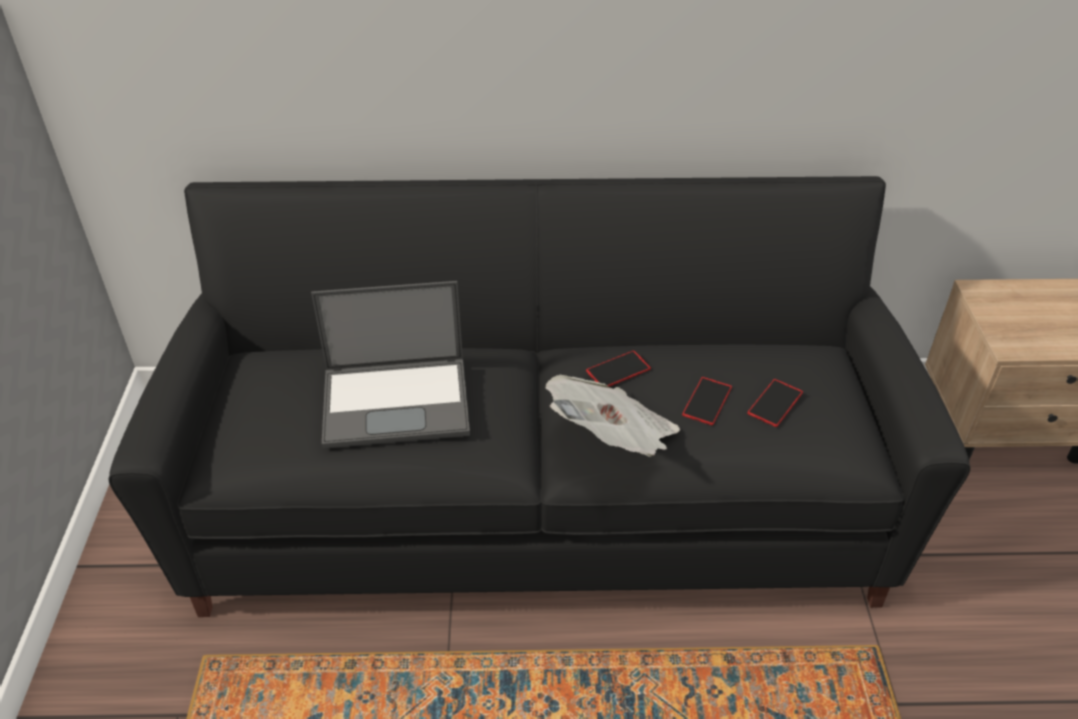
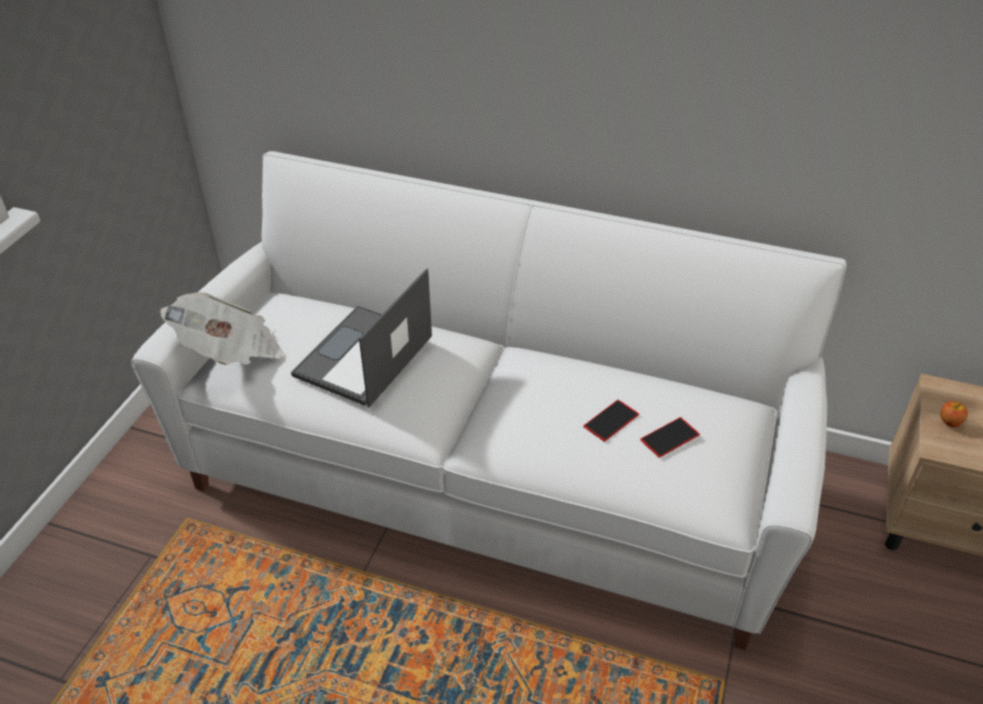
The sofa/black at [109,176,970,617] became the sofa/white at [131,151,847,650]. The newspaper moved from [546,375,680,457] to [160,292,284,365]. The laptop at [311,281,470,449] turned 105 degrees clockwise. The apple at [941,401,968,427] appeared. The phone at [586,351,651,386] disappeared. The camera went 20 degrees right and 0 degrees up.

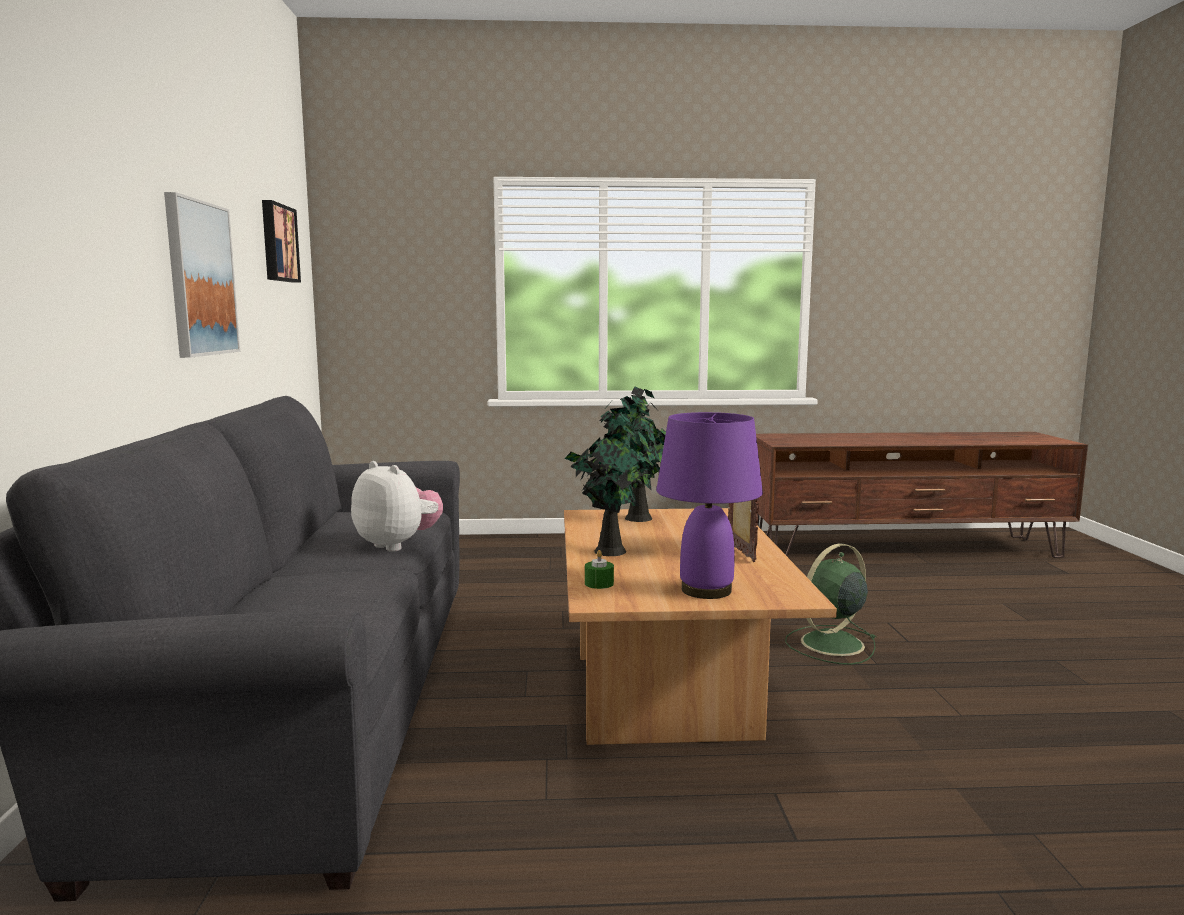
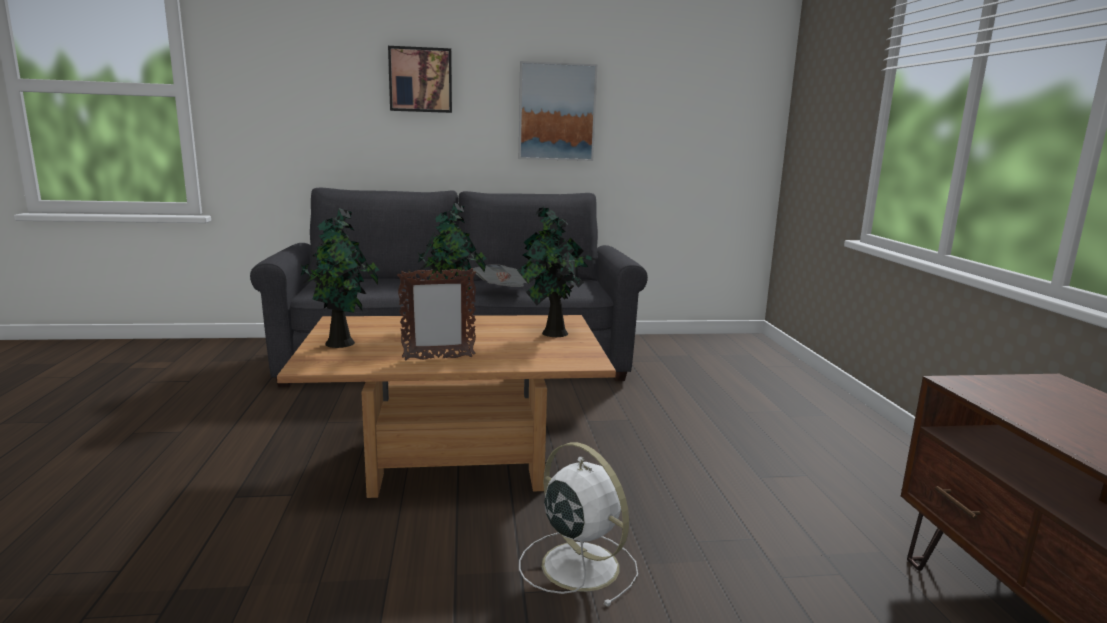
The table lamp/purple at [656,412,763,599] was replaced by the potted plant at [300,208,379,348]. The picture moved from [262,200,301,282] to [388,46,452,113]. The plush toy at [351,461,443,552] was replaced by the newspaper at [473,264,527,287]. The fan/green at [785,543,876,665] became the fan/white at [519,442,638,607]. The candle/green at [585,550,614,589] disappeared. The camera went 85 degrees right and 5 degrees up.

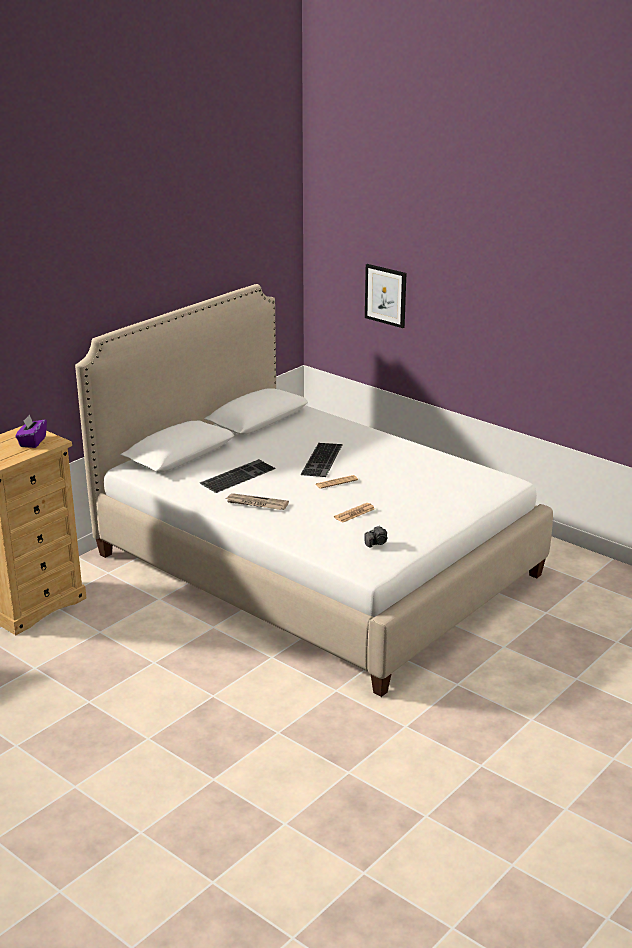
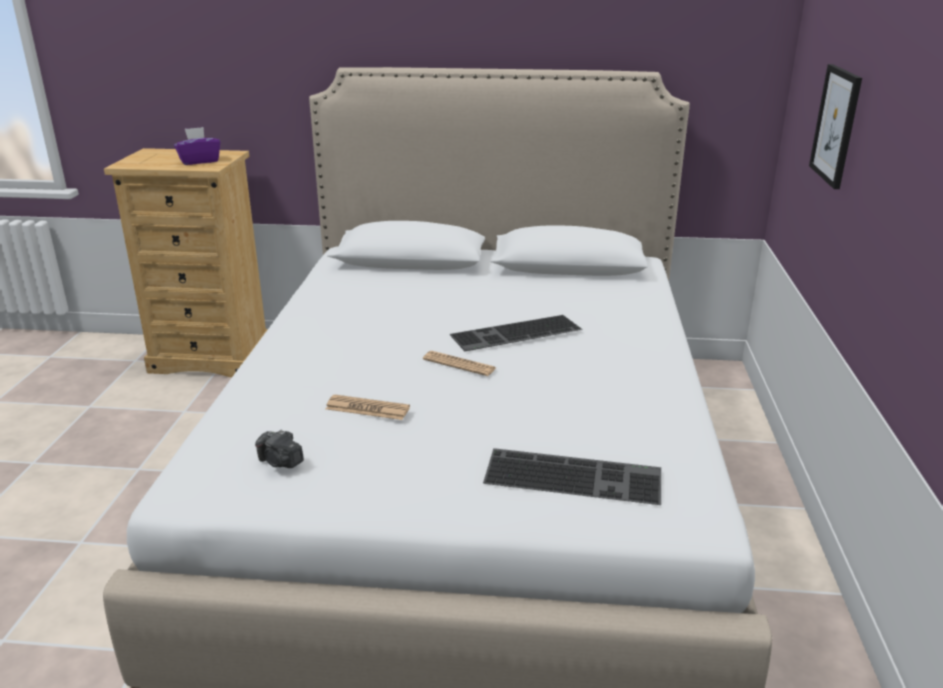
The keyboard moved from [200,459,276,493] to [483,448,661,505]. The newspaper at [226,493,289,510] disappeared. The camera went 55 degrees right and 0 degrees up.

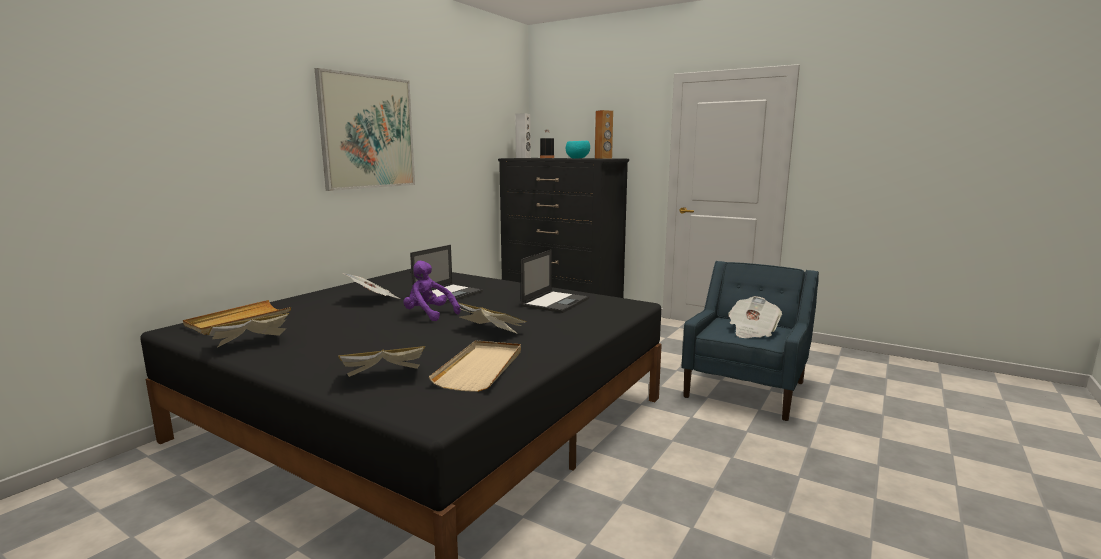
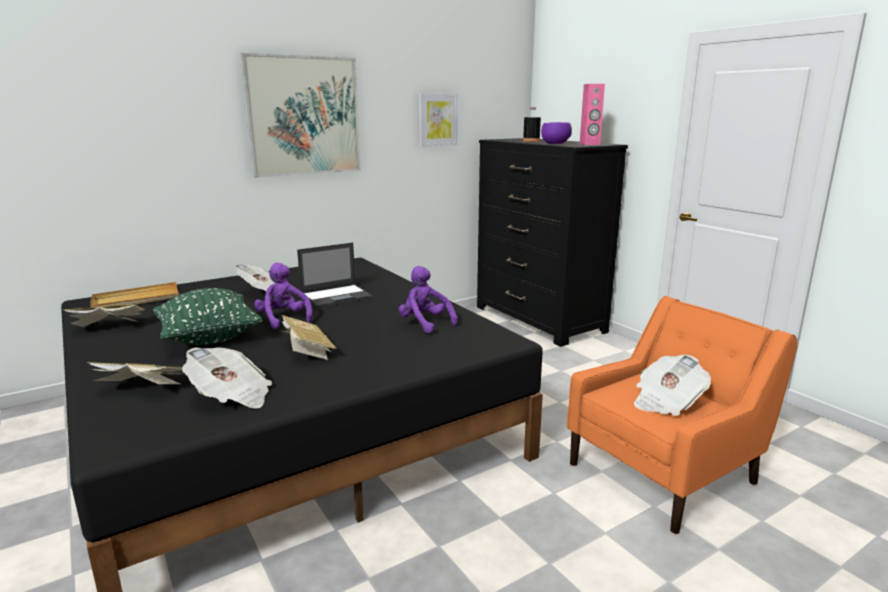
The pillow/green at [153,288,262,345] appeared. The tray/beige at [429,340,521,392] was replaced by the newspaper at [182,347,272,409]. The laptop at [521,250,589,313] was replaced by the plush toy/purple at [399,266,458,333]. The picture at [419,94,458,147] appeared. The bowl/turquoise at [566,141,590,159] became the bowl/purple at [541,122,572,144]. The armchair/blue at [681,261,819,421] became the armchair/orange at [567,296,798,534]. The speaker/brown at [595,110,613,159] became the speaker/pink at [580,84,605,145]. The speaker/white at [515,113,531,158] disappeared. The camera went 25 degrees right and 5 degrees up.

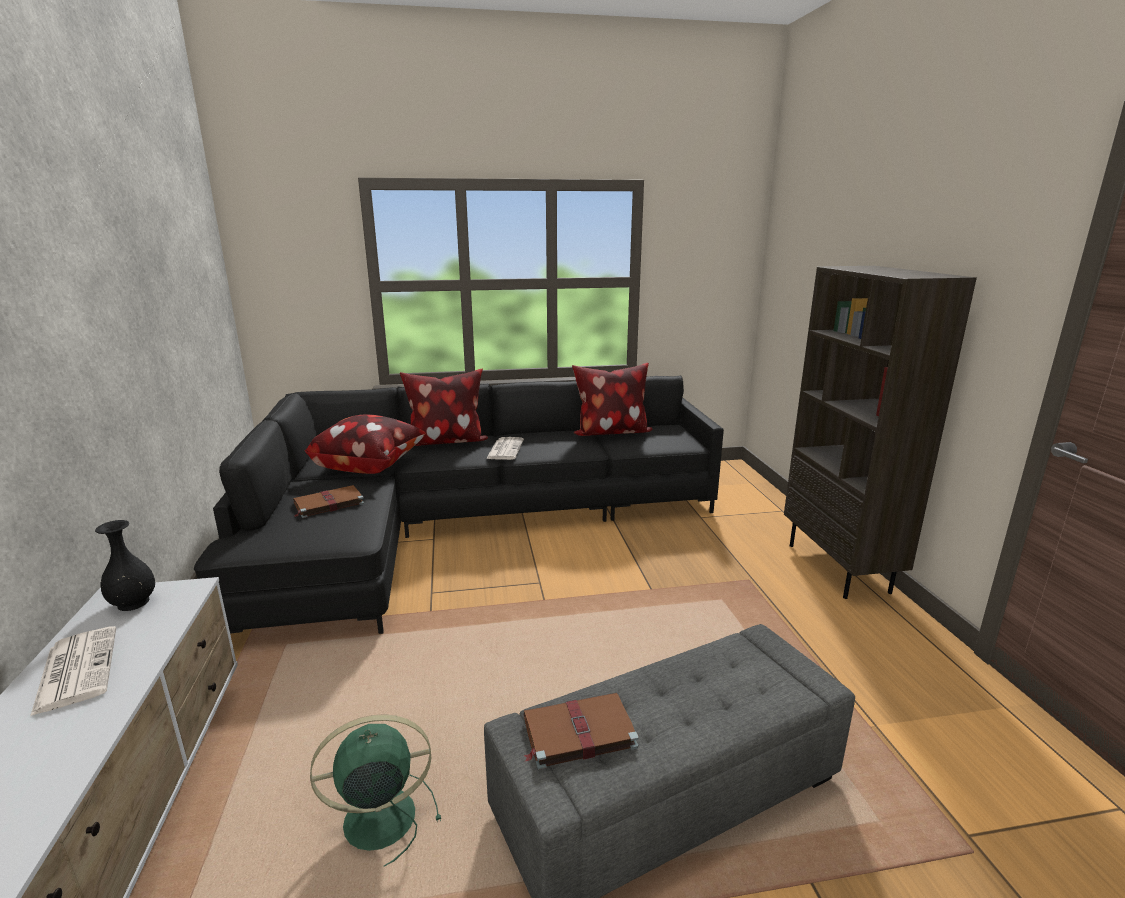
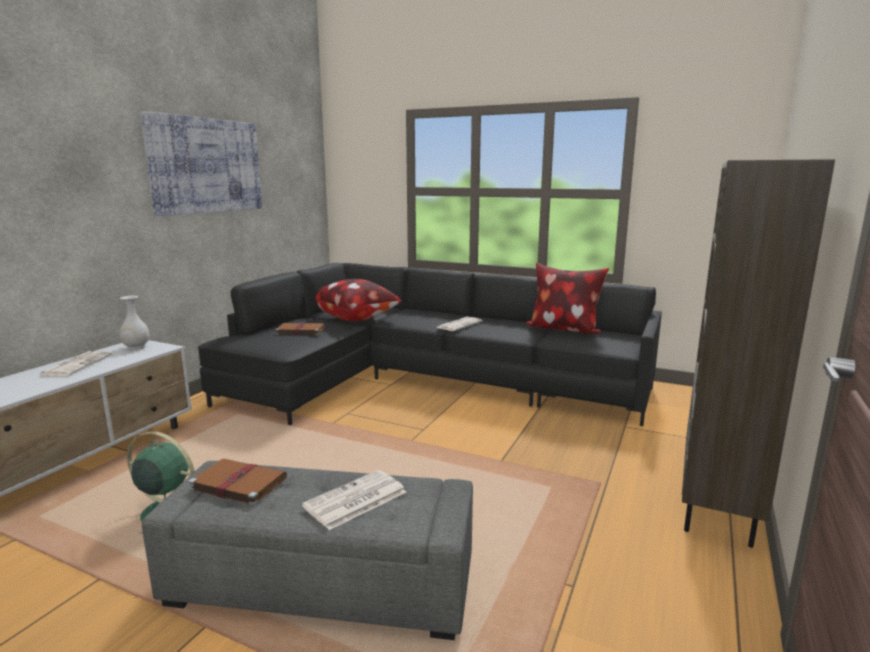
The vase/black at [95,520,155,611] became the vase/white at [119,296,150,350]. The picture at [140,111,262,216] appeared. The newspaper at [302,470,406,530] appeared. The pillow at [400,369,488,446] disappeared. The camera went 35 degrees right and 5 degrees down.

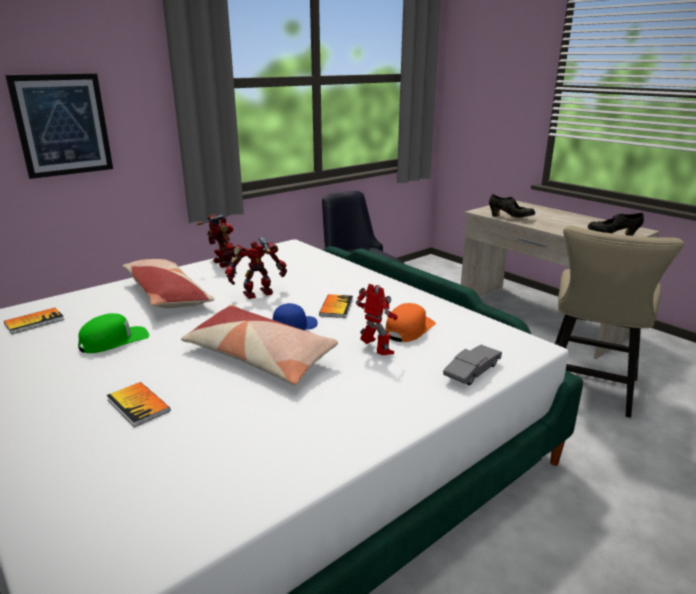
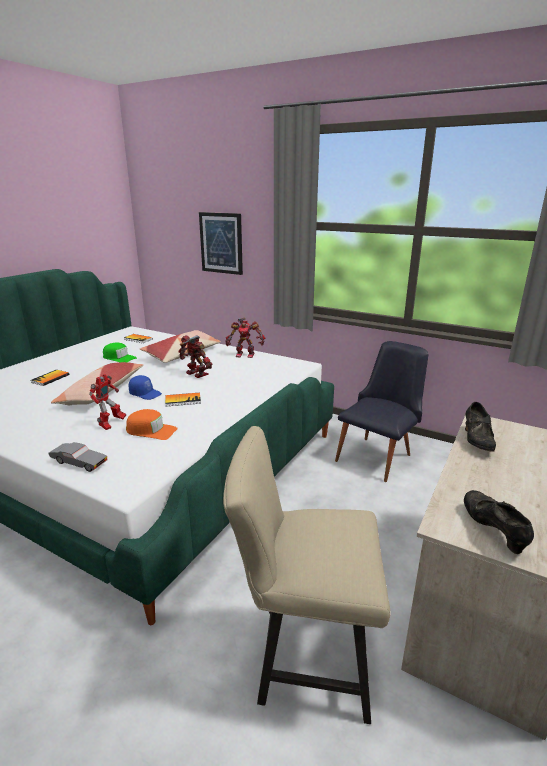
The toy robot at [197,214,238,268] turned 60 degrees clockwise. The camera went 70 degrees right and 0 degrees up.

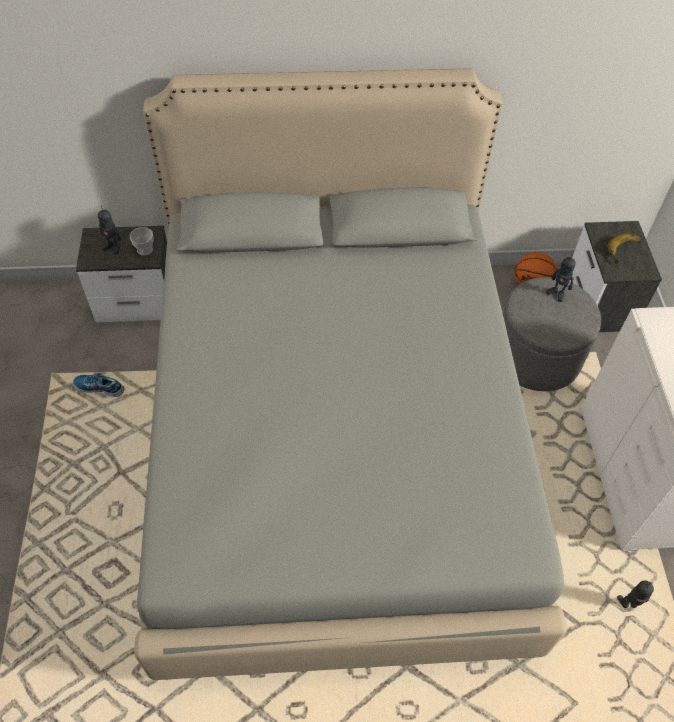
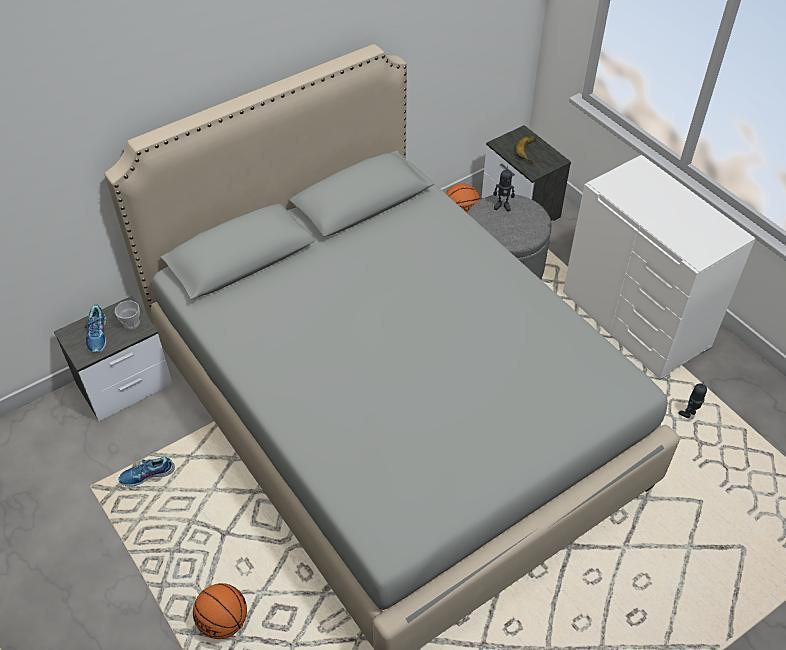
The toy robot at [98,206,121,255] was replaced by the shoe at [85,304,107,353]. The basketball at [193,583,247,639] appeared. The camera went 30 degrees left and 5 degrees down.

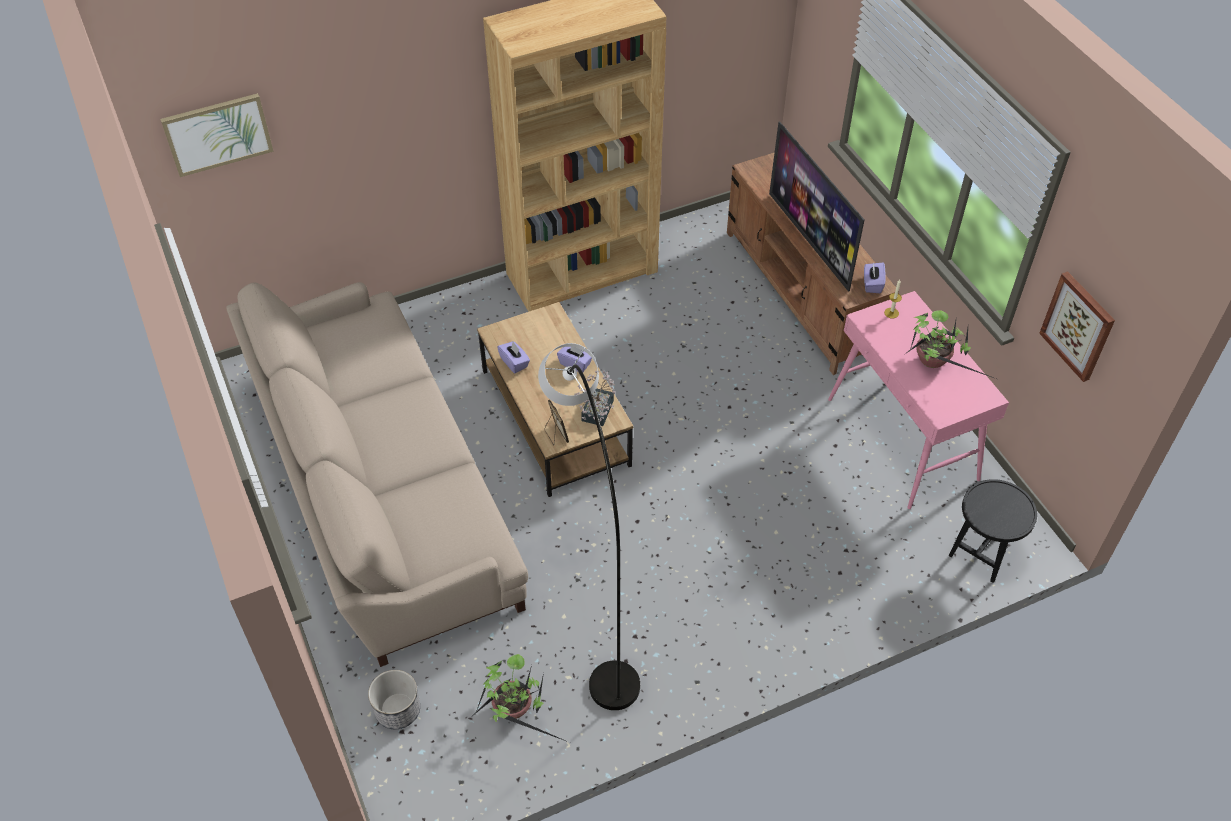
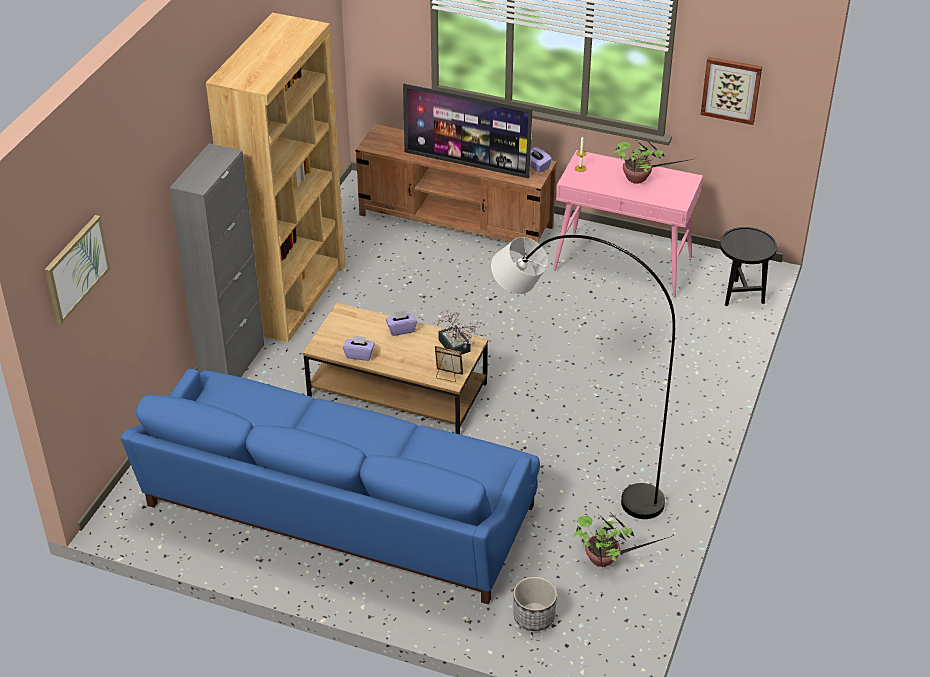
The sofa/beige at [226,282,528,667] became the sofa/blue at [121,369,540,604]. The cabinet/grey at [170,143,264,377] appeared. The camera went 45 degrees left and 10 degrees down.

